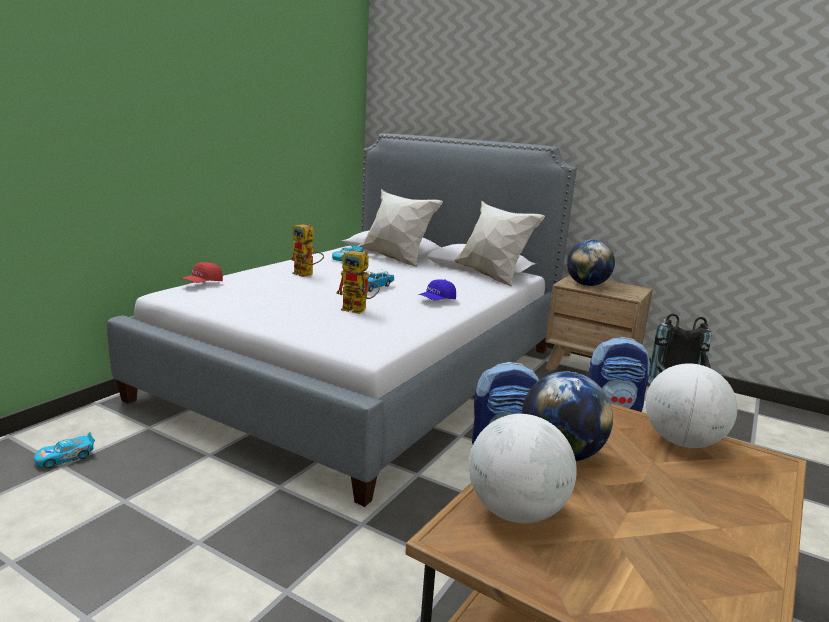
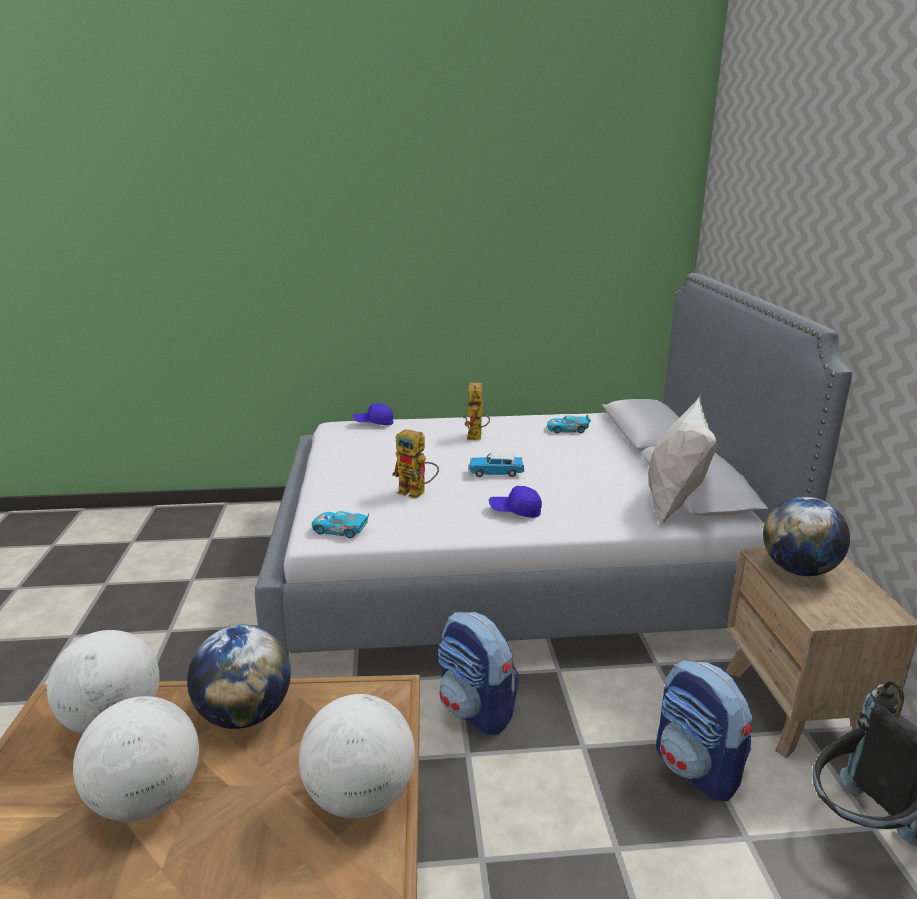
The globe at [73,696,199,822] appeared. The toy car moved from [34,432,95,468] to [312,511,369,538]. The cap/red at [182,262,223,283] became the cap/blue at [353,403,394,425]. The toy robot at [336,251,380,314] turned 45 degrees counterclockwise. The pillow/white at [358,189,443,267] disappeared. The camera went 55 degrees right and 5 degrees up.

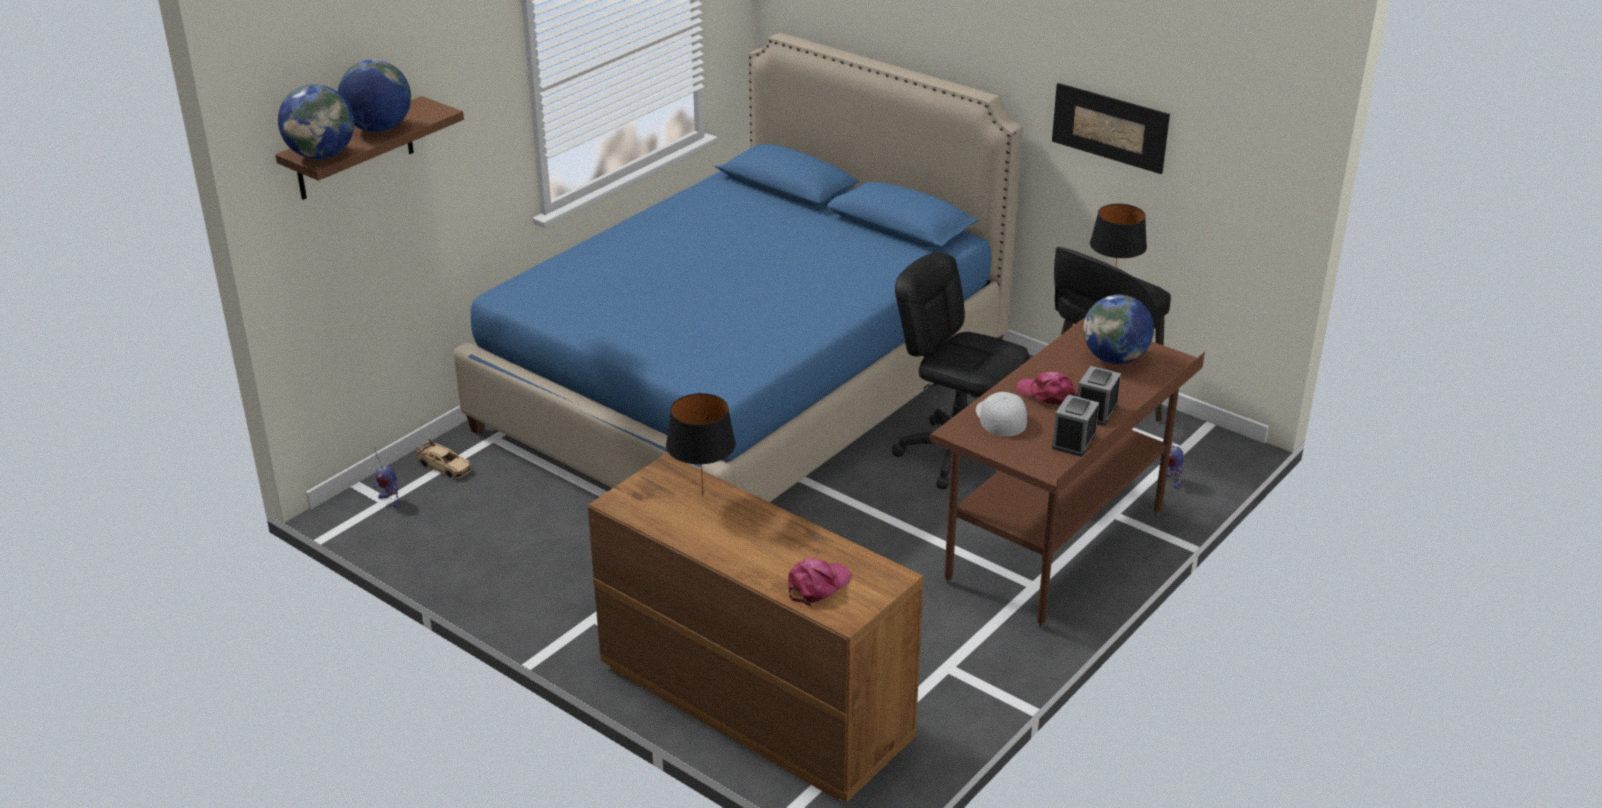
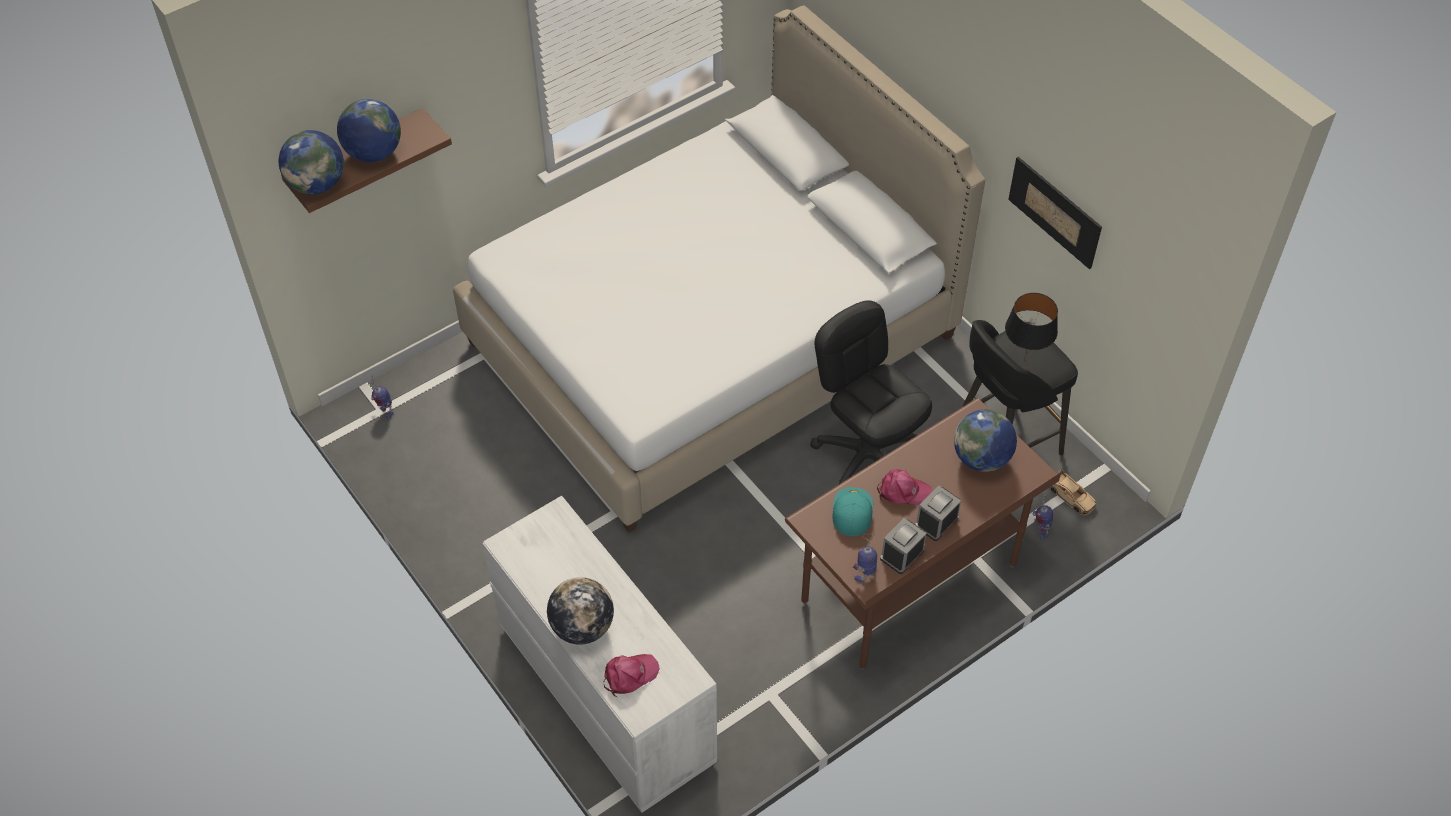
The bed/blue at [453,33,1023,502] became the bed/white at [453,5,985,532]. The dresser/brown at [588,453,923,802] became the dresser/white at [482,496,717,813]. The globe at [547,577,614,645] appeared. The cap/white at [976,392,1027,436] became the cap/turquoise at [832,487,873,536]. The toy robot at [853,533,877,583] appeared. The cap/pink at [1016,372,1078,405] turned 135 degrees clockwise. The toy car/beige moved from [416,439,472,478] to [1049,468,1096,516]. The table lamp/black at [666,393,736,496] disappeared. The camera went 15 degrees right and 20 degrees up.

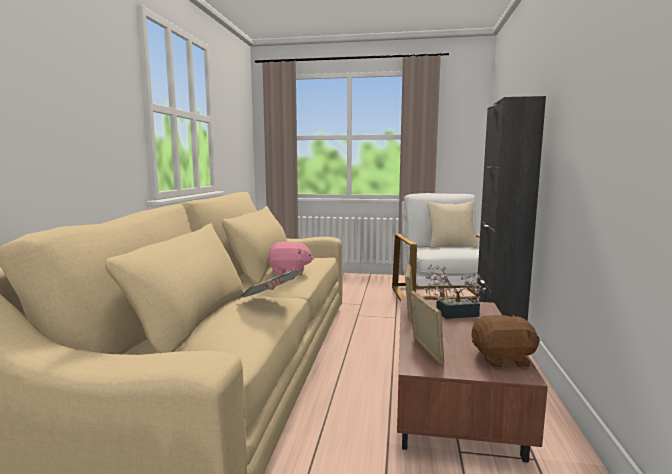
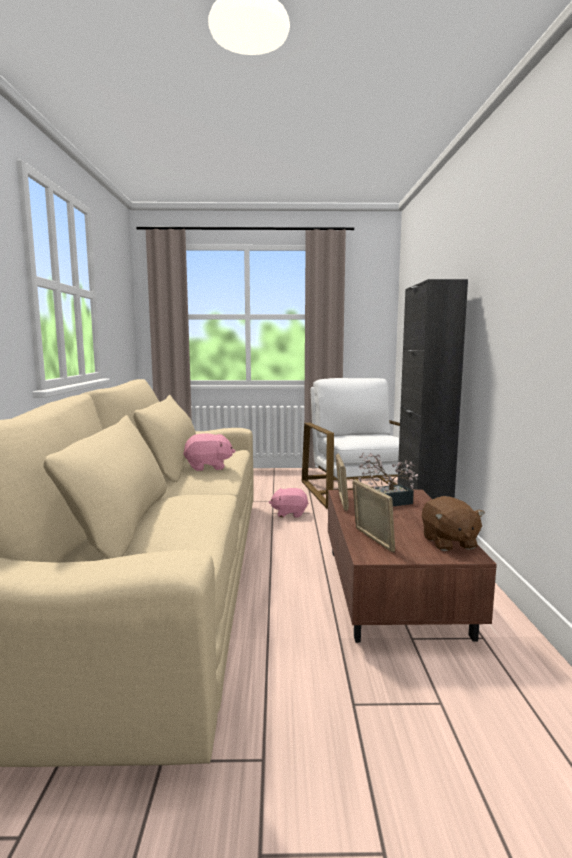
The plush toy/pink at [269,488,309,518] appeared. The plush toy/brown at [472,315,540,367] turned 90 degrees clockwise. The newspaper at [239,270,302,298] disappeared. The pillow/beige at [427,201,478,248] disappeared. The camera went 10 degrees left and 0 degrees up.

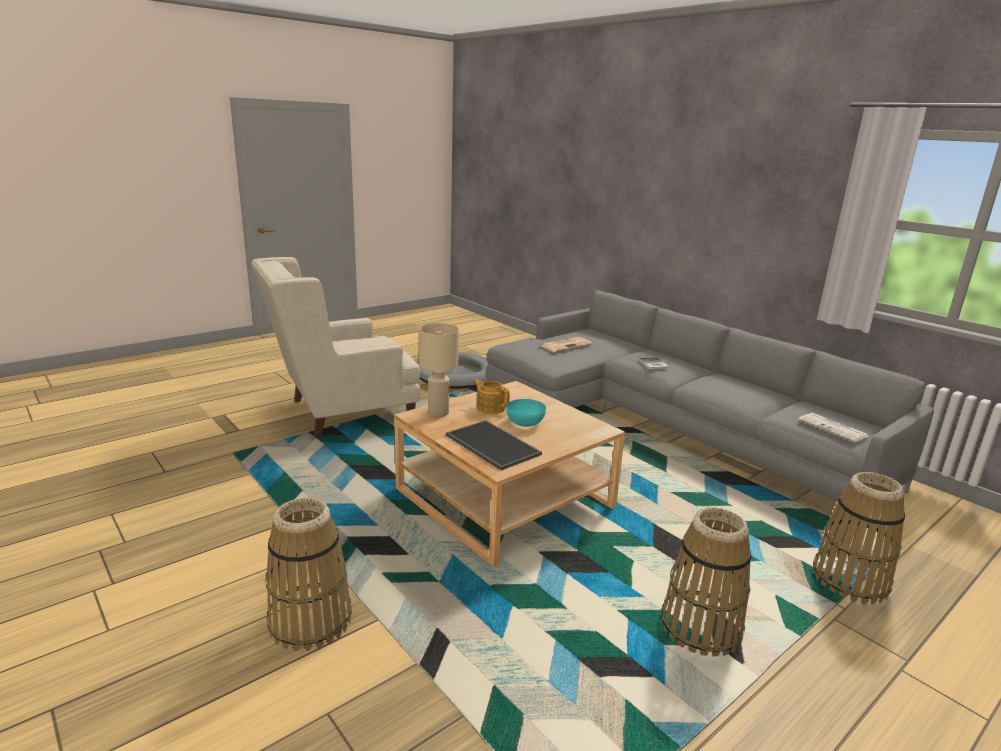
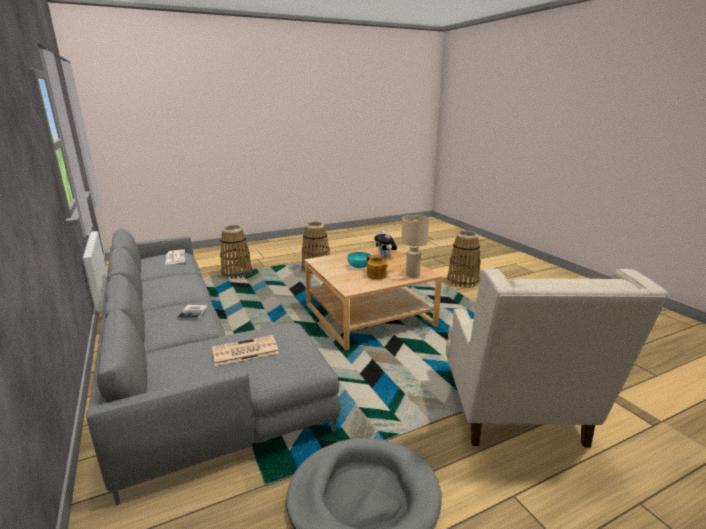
The tray at [446,420,542,470] was replaced by the plush toy at [374,230,397,258]. The armchair/beige at [251,257,420,437] turned 105 degrees clockwise. The camera went 165 degrees left and 0 degrees up.

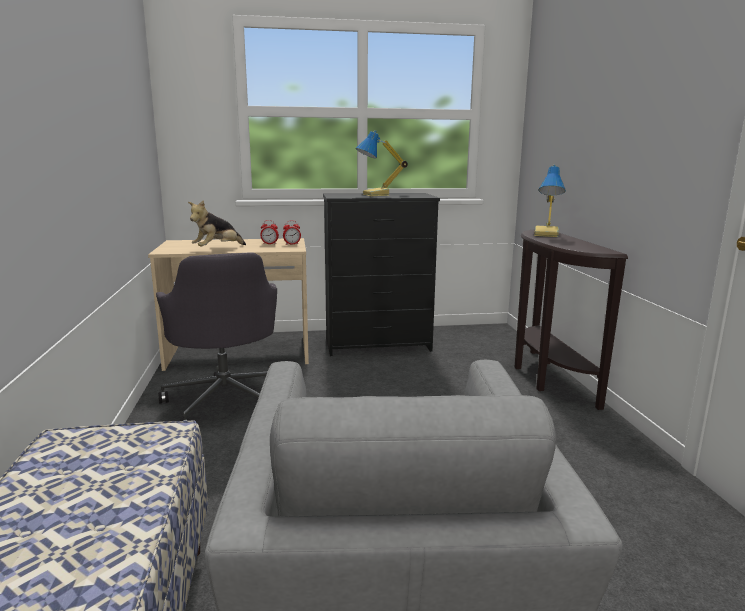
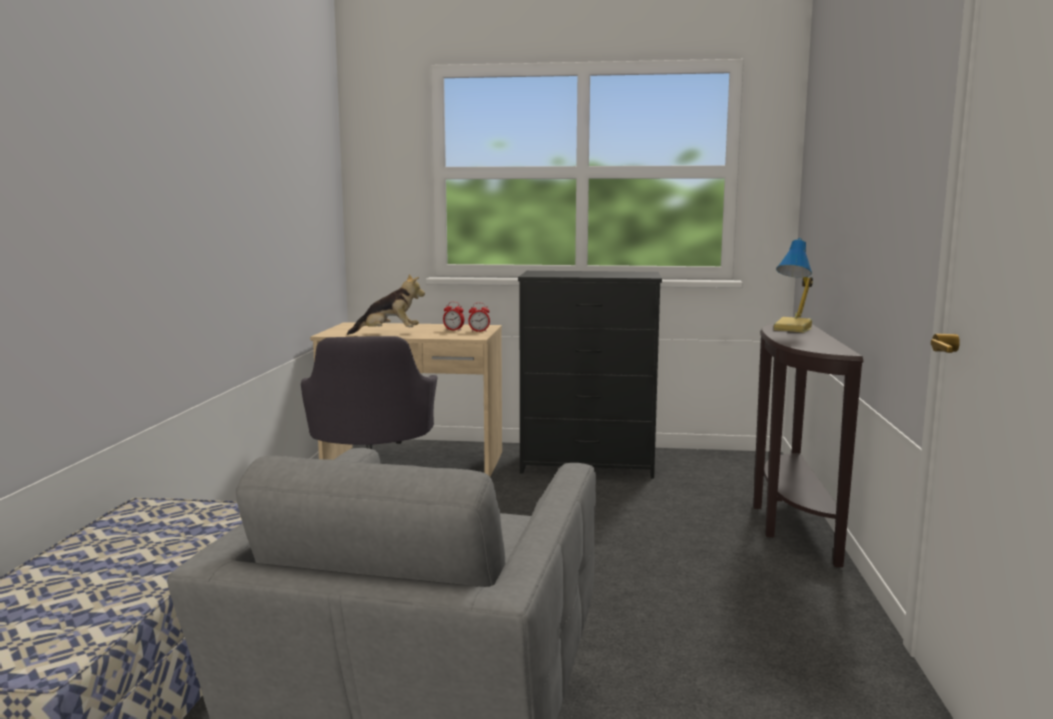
The plush toy at [188,200,246,246] turned 150 degrees counterclockwise. The table lamp at [356,130,408,196] disappeared. The camera went 15 degrees right and 5 degrees down.

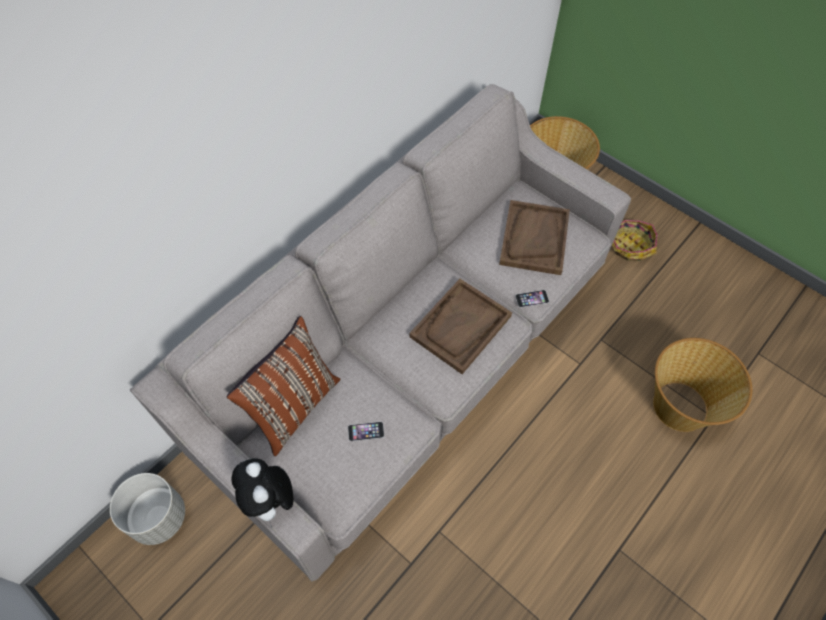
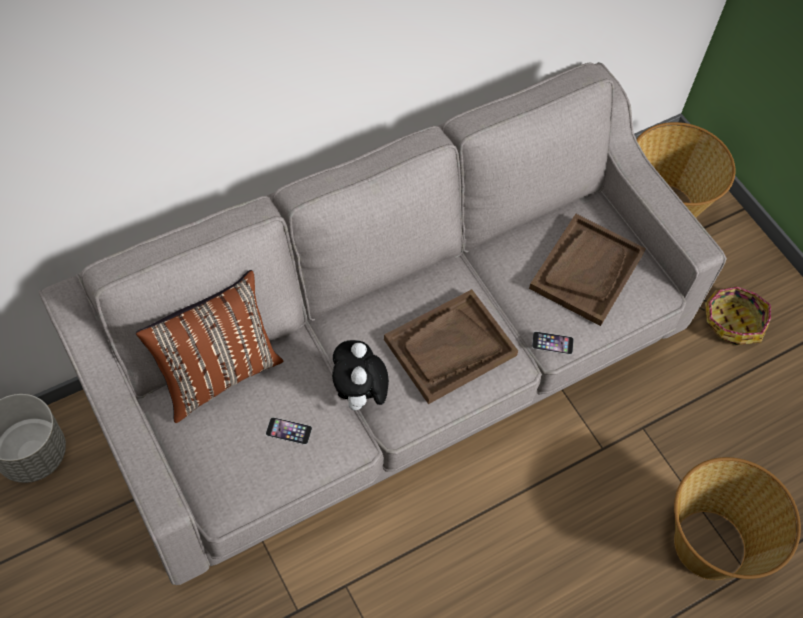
The plush toy moved from [231,458,293,528] to [332,340,389,410]. The camera went 15 degrees right and 0 degrees up.

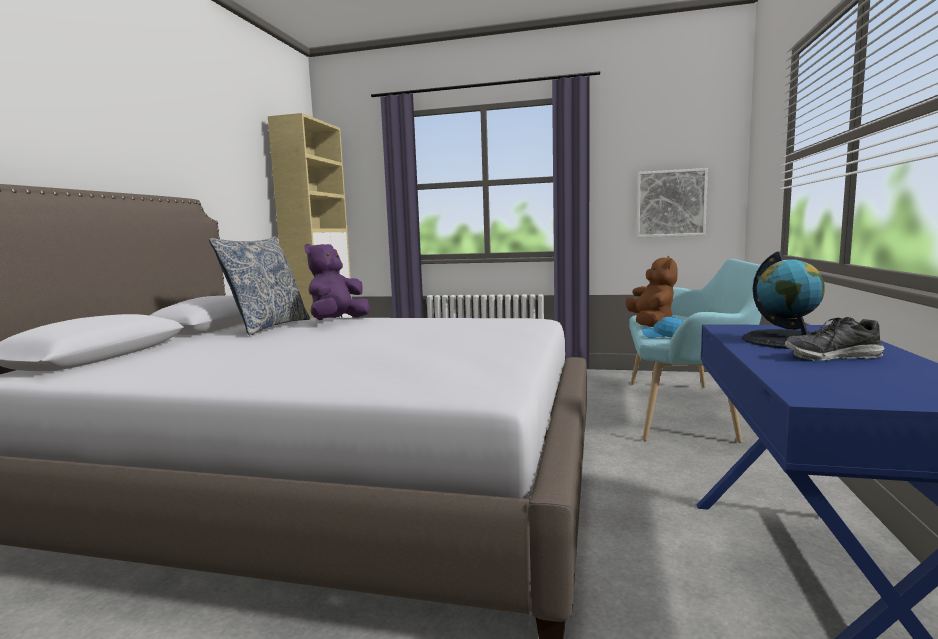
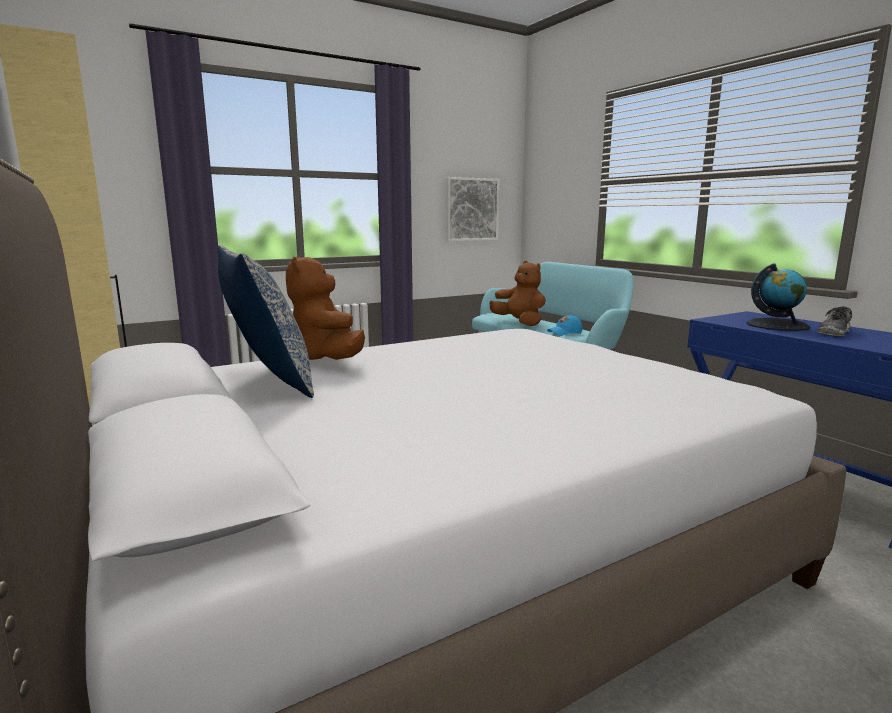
The plush toy/purple at [304,243,370,320] became the plush toy/brown at [286,256,365,360]. The camera went 45 degrees left and 5 degrees up.

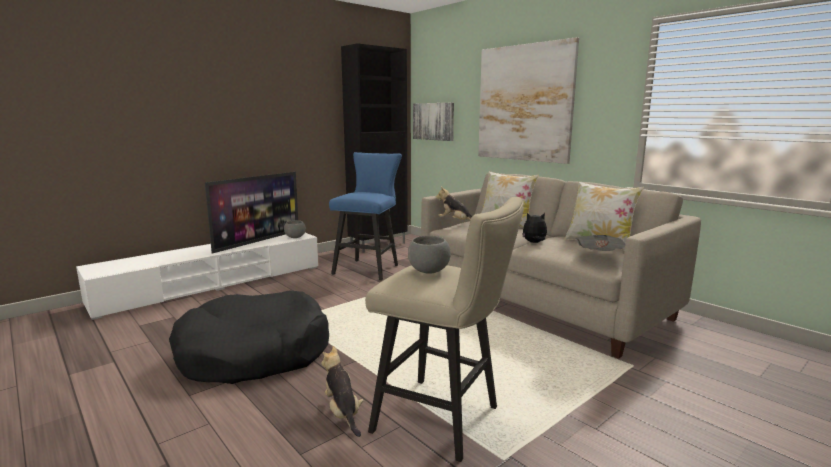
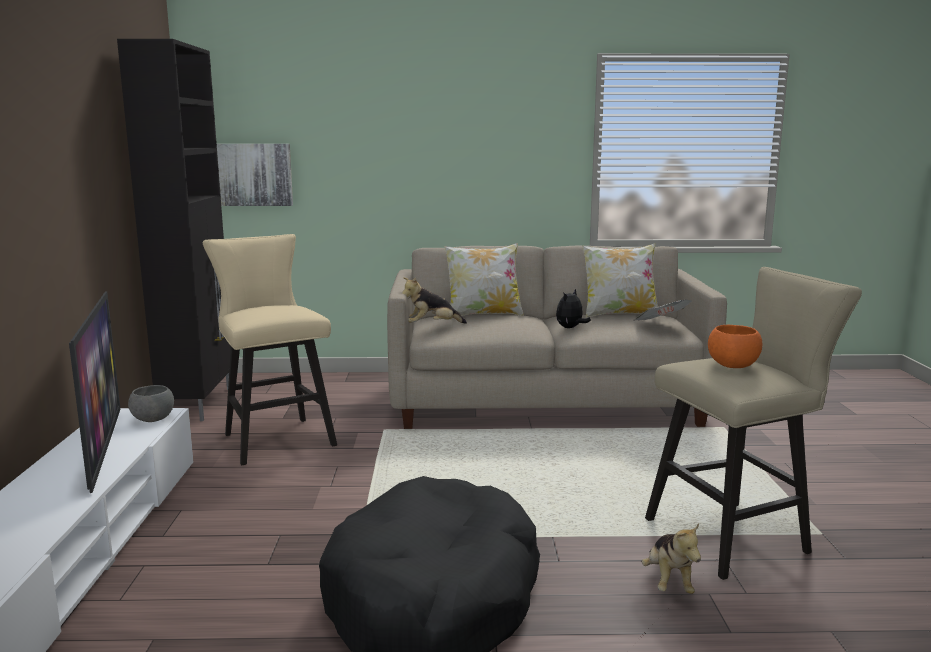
The stool/blue at [329,152,402,281] became the stool/beige at [202,234,337,465]. The plush toy at [321,346,363,437] turned 105 degrees counterclockwise. The bowl/grey at [408,236,451,274] became the bowl/orange at [708,325,762,368]. The picture at [478,37,579,164] disappeared. The camera went 50 degrees left and 0 degrees up.

